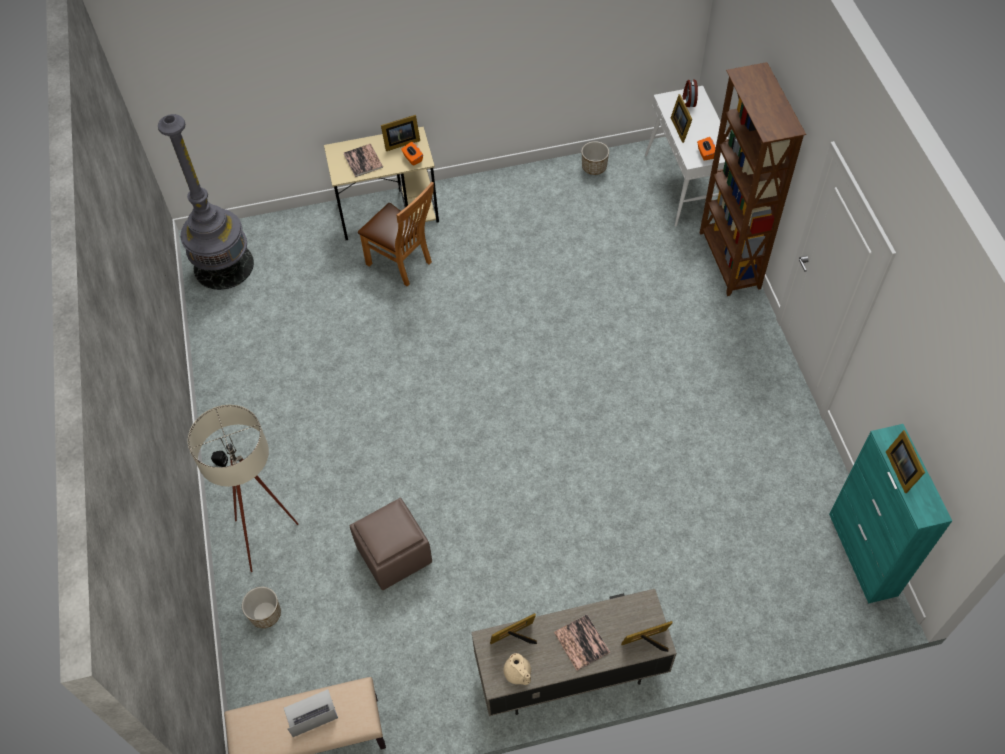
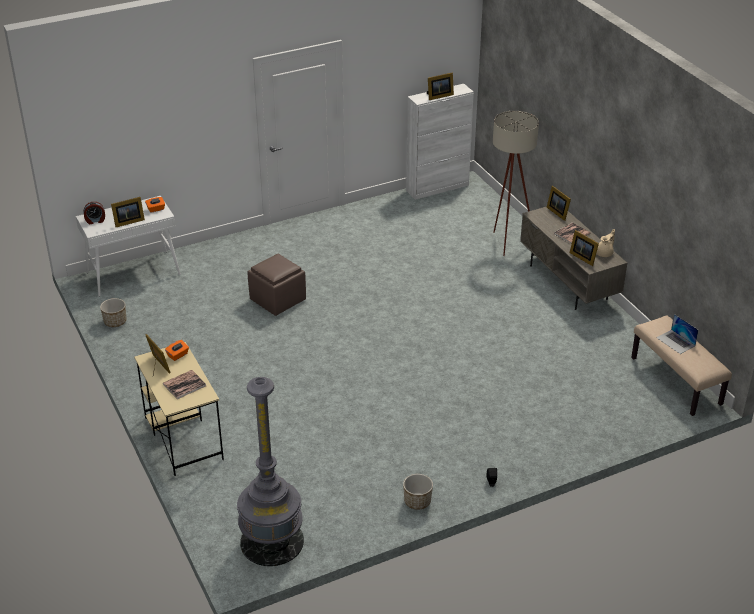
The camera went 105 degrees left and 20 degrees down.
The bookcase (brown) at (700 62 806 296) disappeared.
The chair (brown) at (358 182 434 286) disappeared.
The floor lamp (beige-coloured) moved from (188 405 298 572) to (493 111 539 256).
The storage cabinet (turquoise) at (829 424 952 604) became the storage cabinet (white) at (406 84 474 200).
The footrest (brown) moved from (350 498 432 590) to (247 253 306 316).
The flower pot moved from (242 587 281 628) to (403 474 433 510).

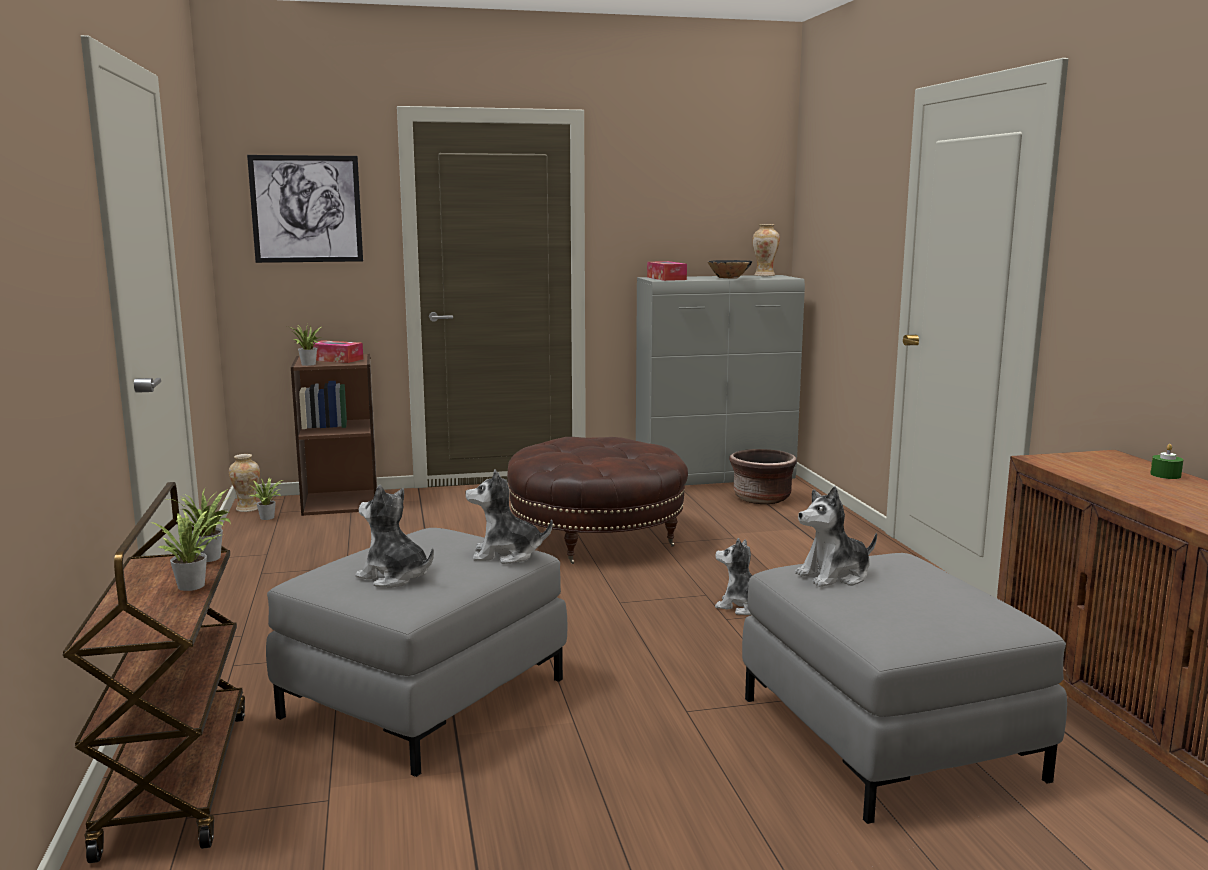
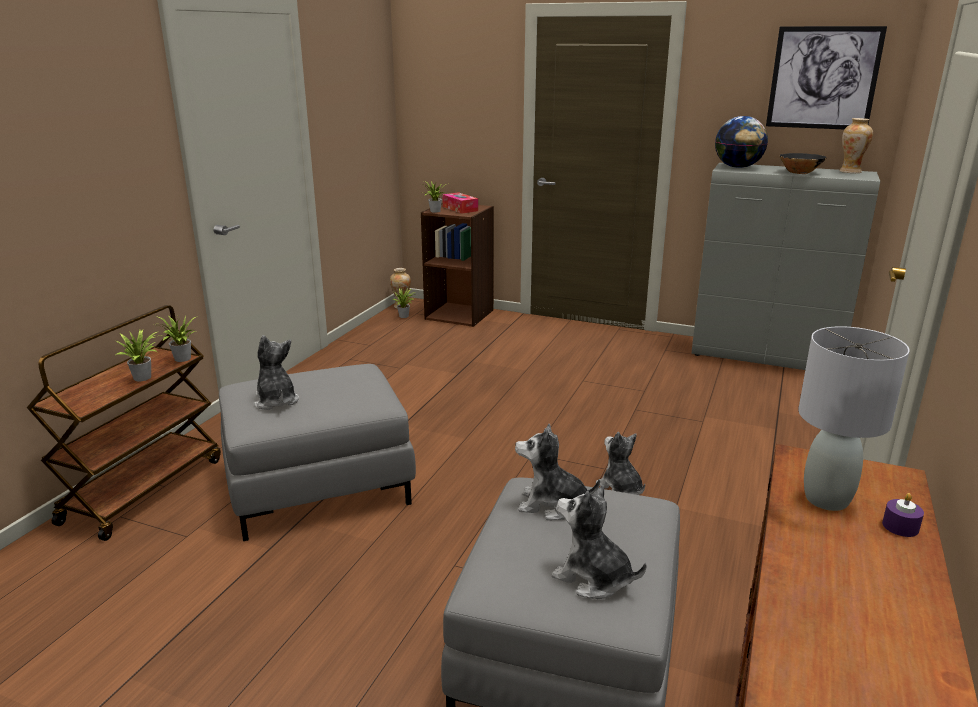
The camera went 35 degrees right and 10 degrees up.
The picture moved from (247 155 363 263) to (766 26 887 129).
The tissue holder at (647 261 687 281) was replaced by the world globe at (715 116 768 168).
The footrest (brown) at (507 437 688 564) disappeared.
The wax candle (green-coloured) at (1150 444 1183 479) became the wax candle (purplish) at (882 493 924 537).
The flower pot (brown) at (729 449 797 504) disappeared.
The cuddly toy moved from (465 469 553 564) to (552 485 647 599).
The table lamp (gray) at (798 326 909 511) appeared.

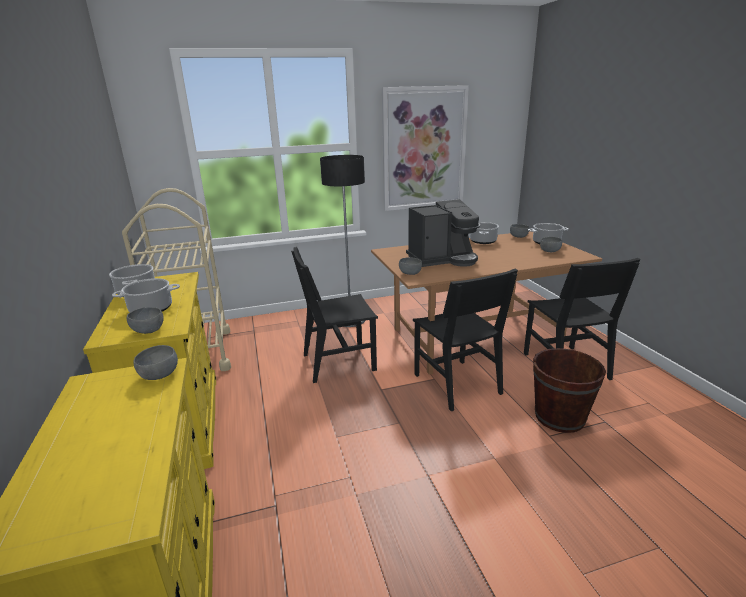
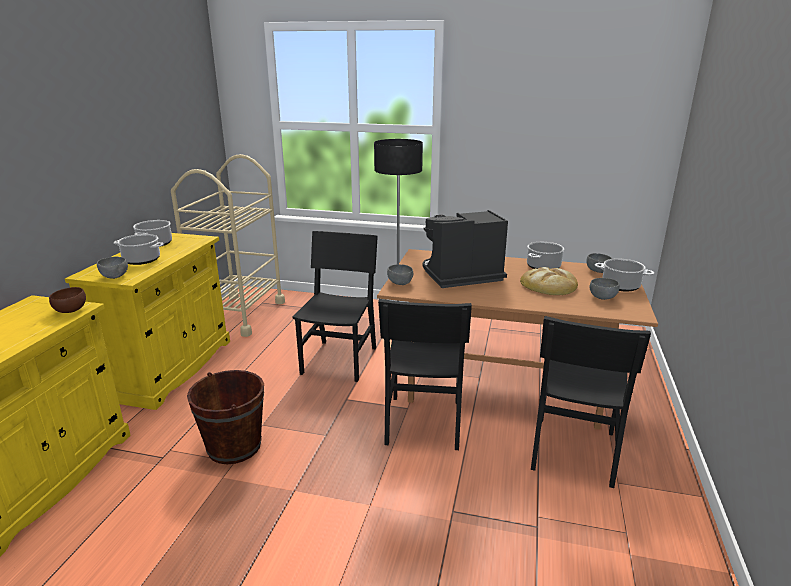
The camera went 30 degrees right and 0 degrees up.
The picture at (382 85 469 211) disappeared.
The coffee machine at (406 199 480 267) turned 150 degrees clockwise.
The chair (black) at (291 247 378 383) turned 90 degrees clockwise.
The deep dish (gray) at (133 345 178 380) became the deep dish (brown) at (49 287 86 313).
The pail (brown) moved from (533 348 606 433) to (187 370 264 464).
The baked bread at (520 267 578 295) appeared.

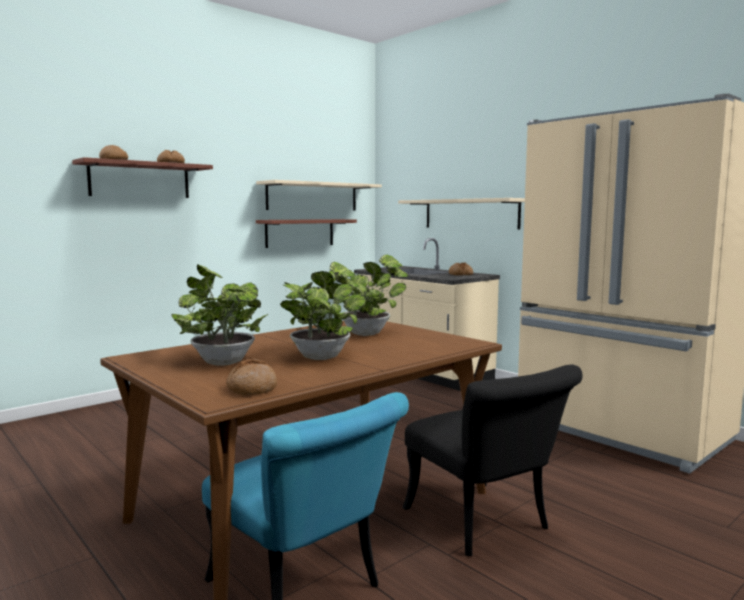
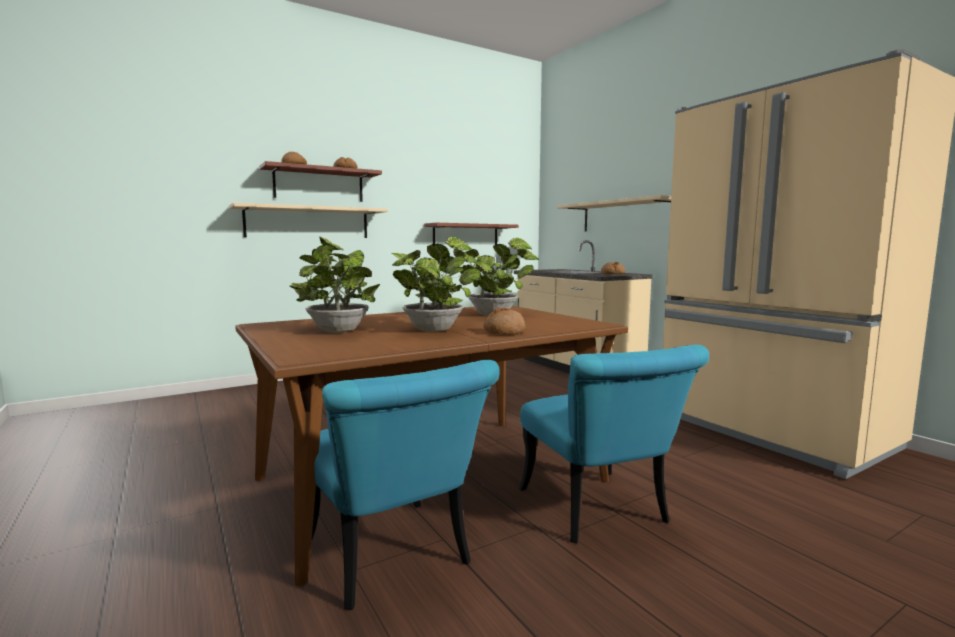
The camera went 10 degrees right and 0 degrees up.
The bracket shelf (beige-coloured) moved from (256 180 382 210) to (229 203 388 238).
The baked bread moved from (226 359 277 395) to (483 308 526 335).
The chair (black) at (402 365 582 556) became the chair (turquoise) at (519 345 709 543).

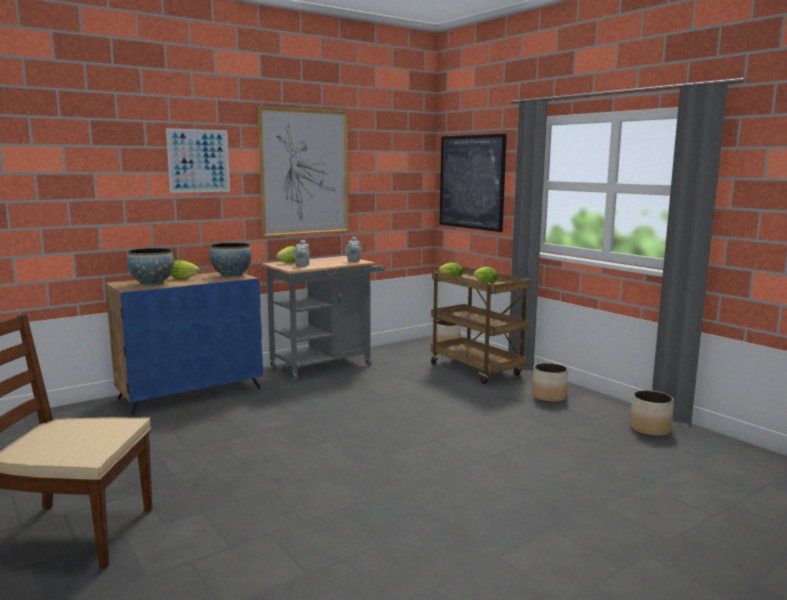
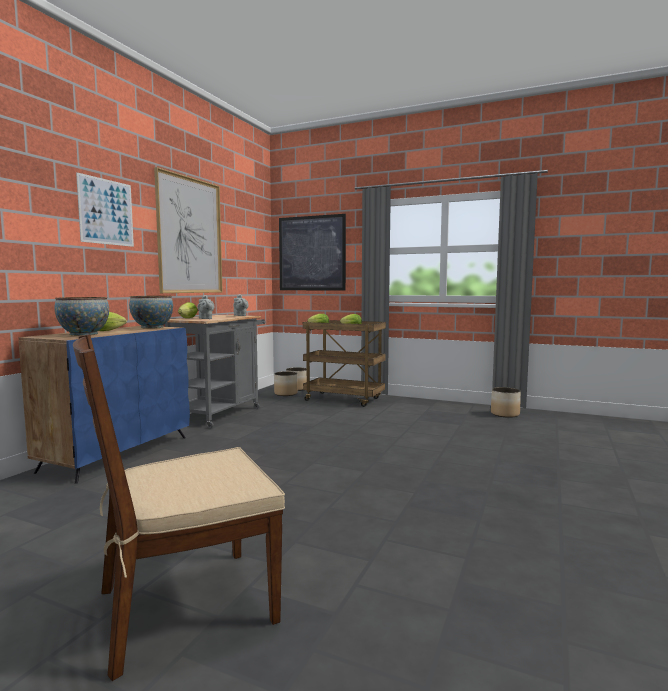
The camera went 30 degrees left and 5 degrees down.
The flower pot moved from (532 363 568 403) to (274 371 298 396).

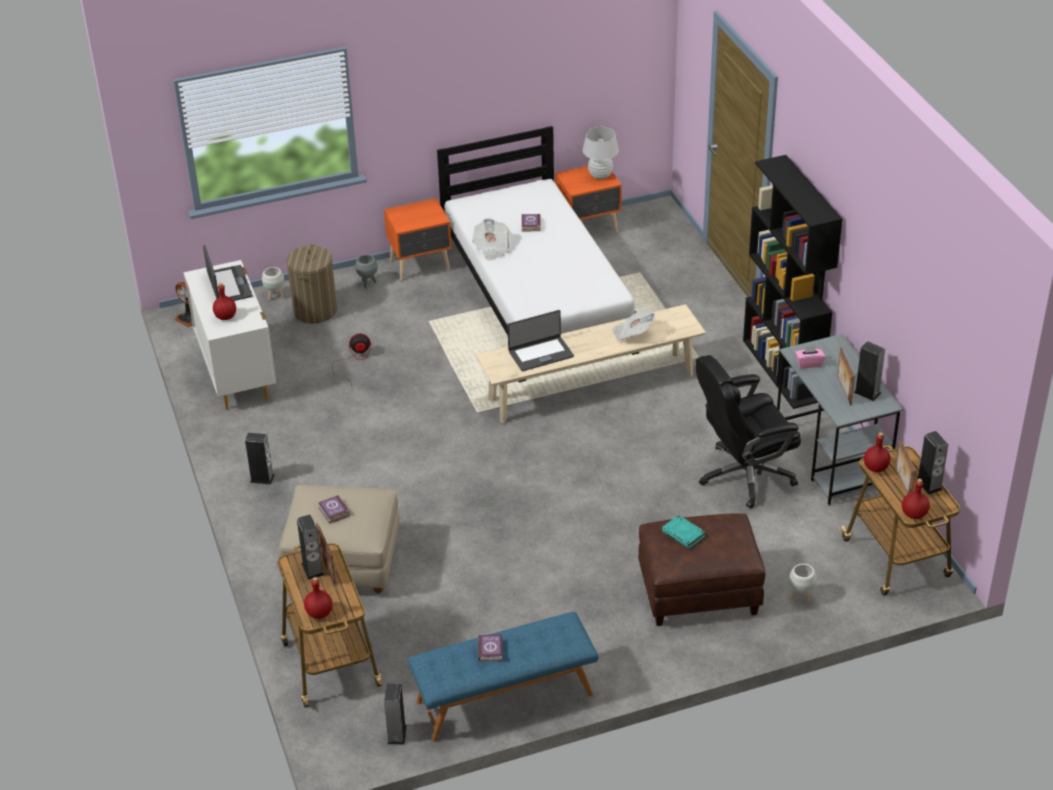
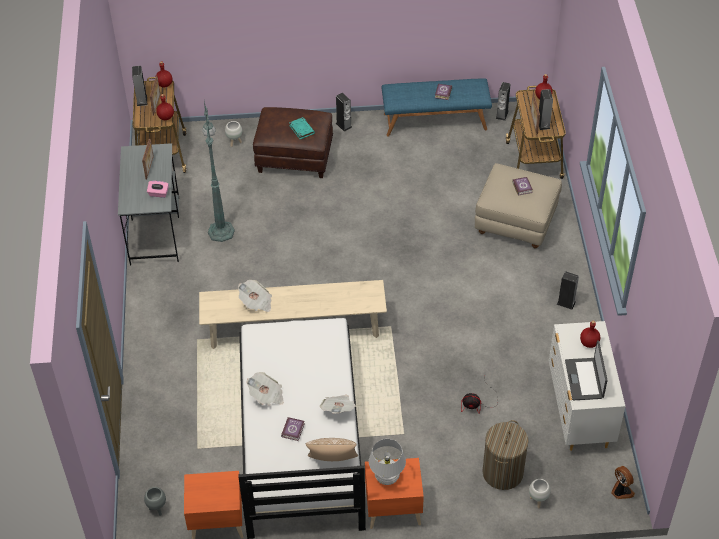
The camera went 165 degrees left and 10 degrees up.
The table lamp (white) moved from (582 127 619 179) to (369 439 406 485).
The bookcase (black) at (743 155 842 409) disappeared.
The flower pot (gray) moved from (355 255 378 289) to (144 487 166 516).
The laptop at (507 310 574 371) disappeared.
The loudspeaker moved from (854 341 885 401) to (336 93 352 132).
The computer chair (black) at (696 355 801 509) was replaced by the floor lamp (green-coloured) at (202 101 235 242).
The daily paper at (247 372 284 406) appeared.
The cushion at (306 438 358 461) appeared.

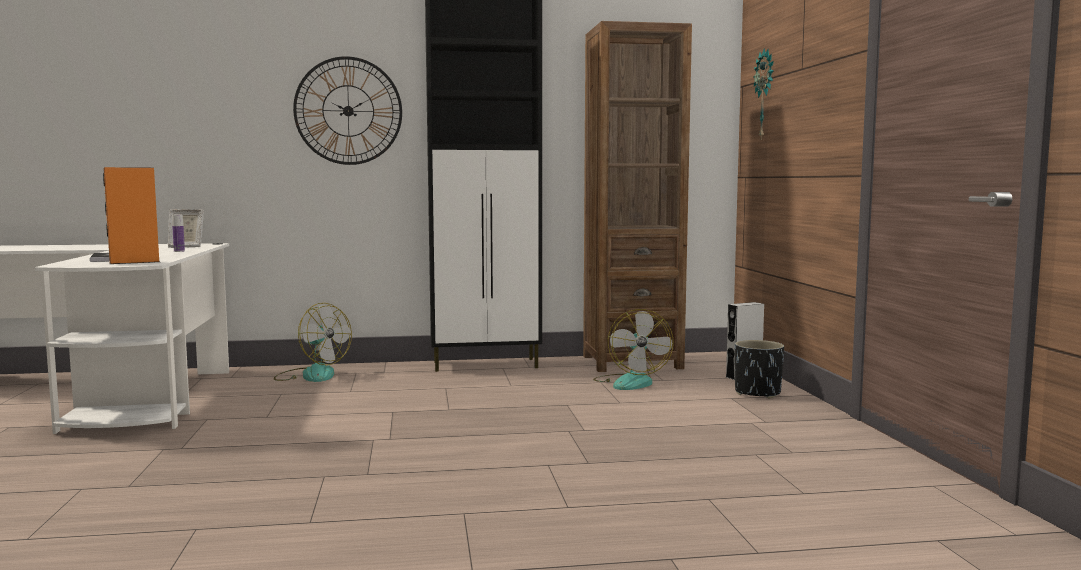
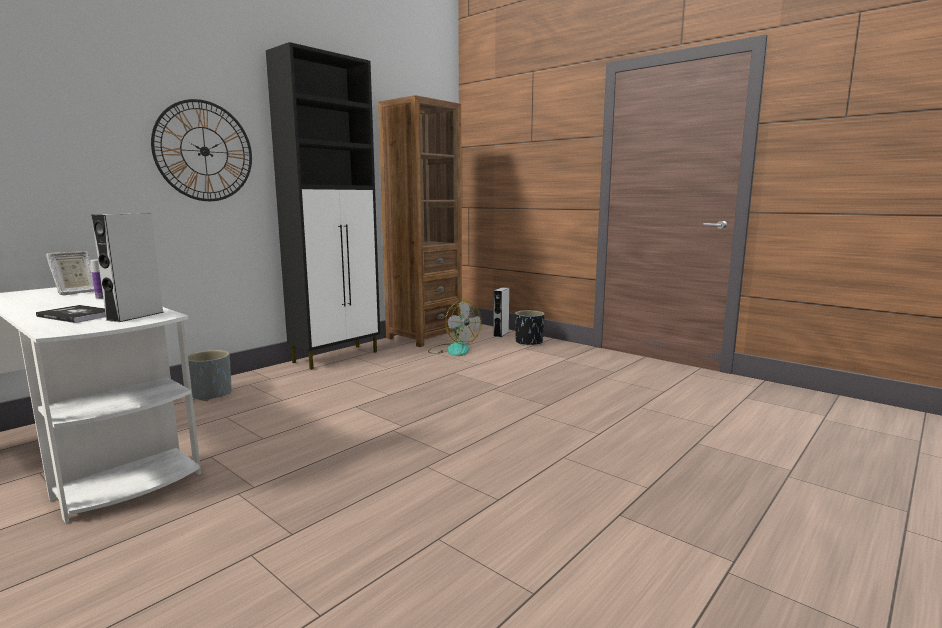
The camera went 40 degrees left and 5 degrees up.
The hanging clock at (754 49 774 138) disappeared.
The loudspeaker (orangey) at (103 167 160 264) became the loudspeaker (gray) at (91 213 164 322).
The cooling fan at (274 303 352 382) was replaced by the flower pot (gray) at (188 350 232 401).

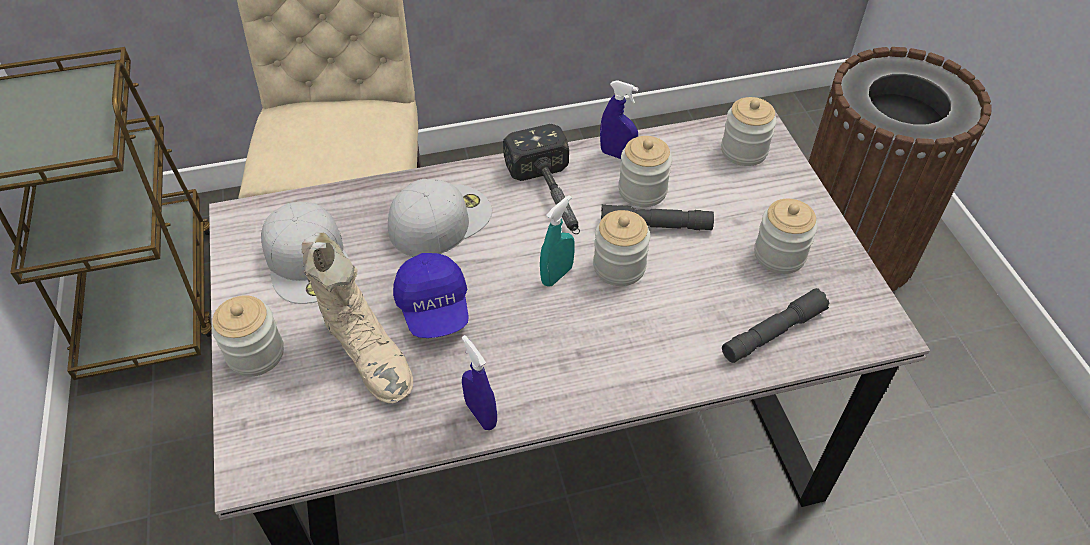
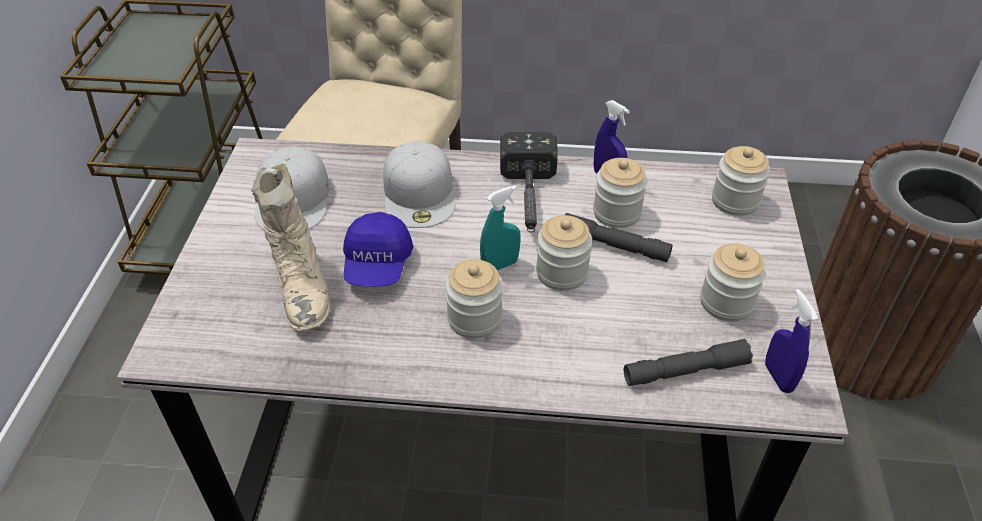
The camera went 20 degrees right and 5 degrees down.
The cap (white) at (388 179 492 257) turned 105 degrees clockwise.
The preserve jar moved from (212 295 284 376) to (445 259 503 339).
The sprayer (bluish) moved from (462 335 497 430) to (765 289 818 393).

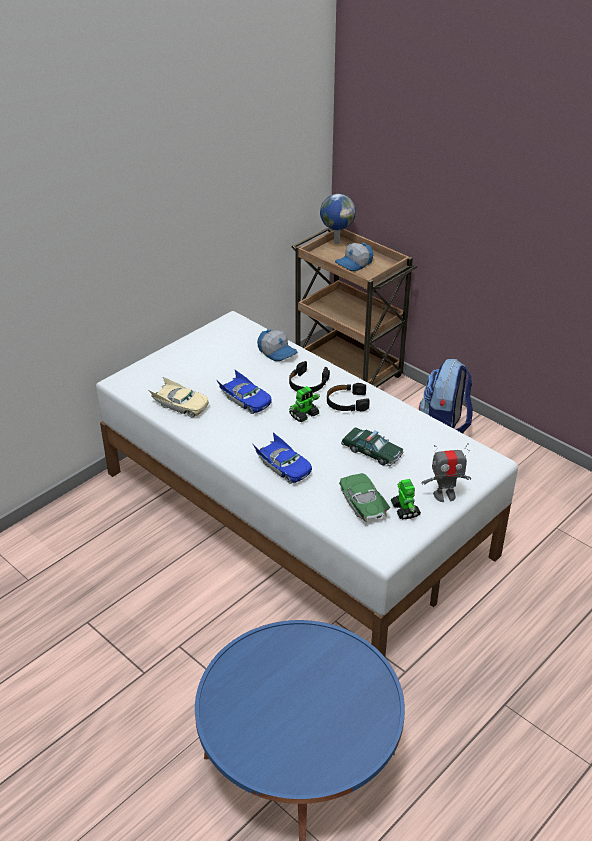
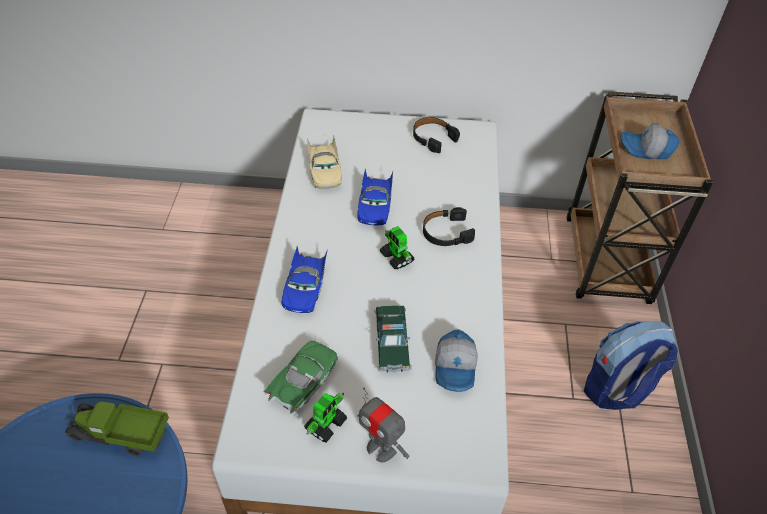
The camera went 50 degrees right and 10 degrees up.
The world globe at (320 194 356 244) disappeared.
The cap moved from (257 329 298 361) to (435 329 478 392).
The headphones (black) moved from (327 383 370 411) to (413 117 460 153).
The robot figure at (289 386 320 422) turned 45 degrees clockwise.
The model truck at (65 401 169 456) appeared.

